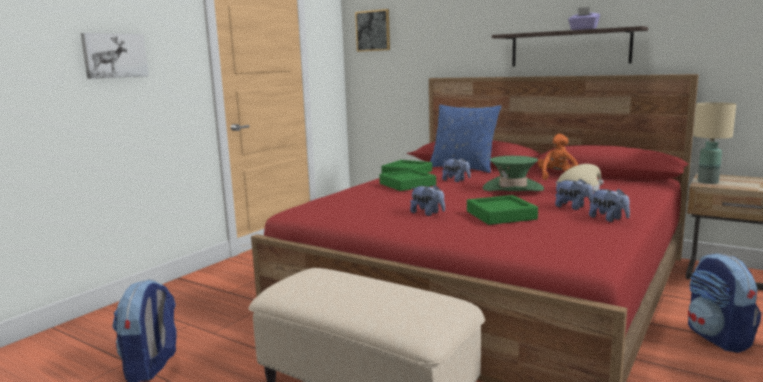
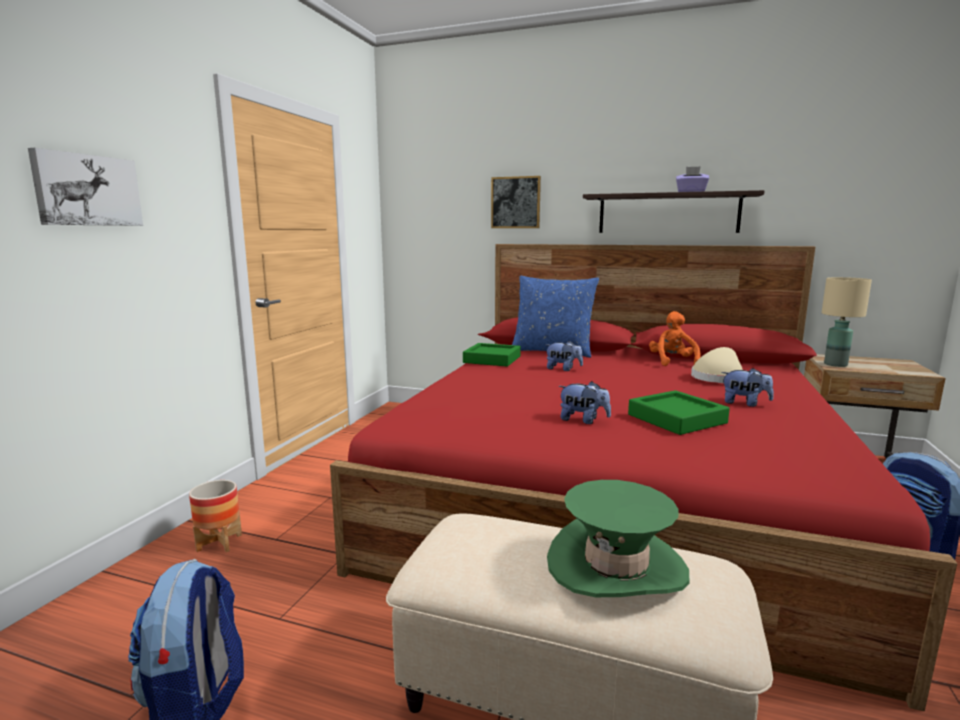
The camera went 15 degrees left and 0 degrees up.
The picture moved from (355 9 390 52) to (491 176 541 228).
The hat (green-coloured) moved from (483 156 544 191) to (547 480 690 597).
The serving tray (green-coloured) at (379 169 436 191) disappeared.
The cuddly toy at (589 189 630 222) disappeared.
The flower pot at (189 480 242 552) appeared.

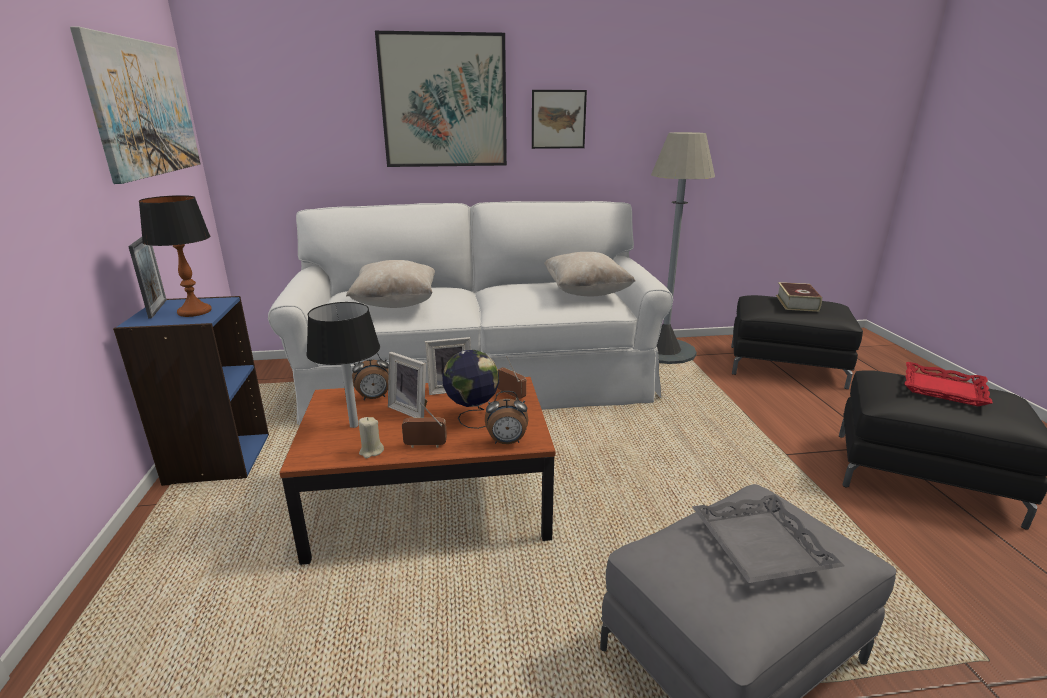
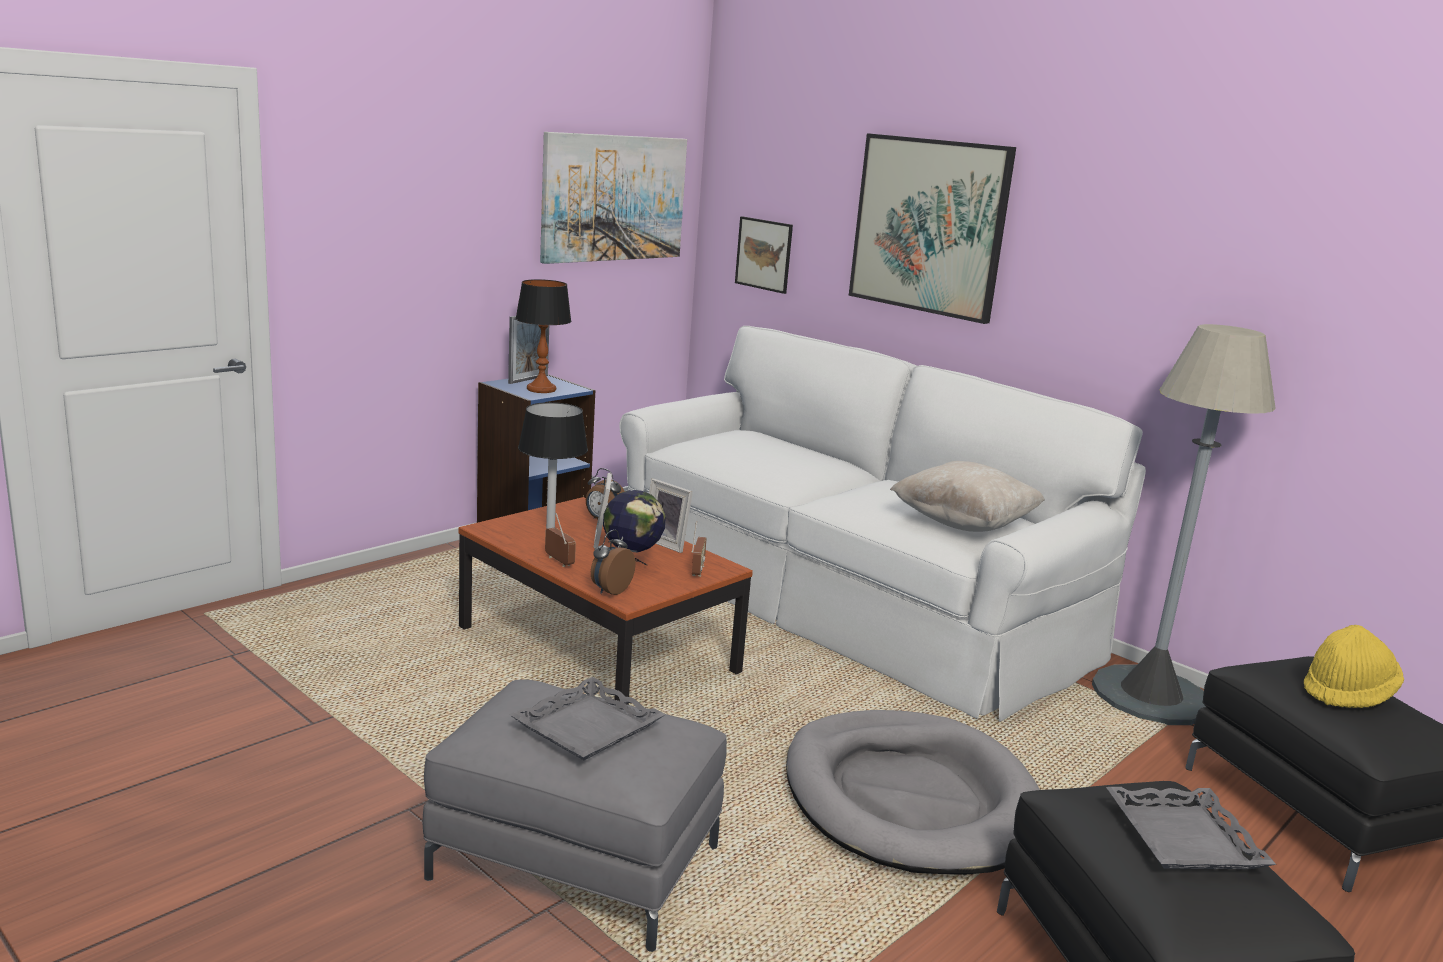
The camera went 50 degrees right and 5 degrees down.
The picture moved from (532 90 587 149) to (735 216 793 294).
The cushion (beige-coloured) at (346 260 435 308) disappeared.
The volume at (776 282 822 312) was replaced by the hat (yellow) at (1304 625 1404 708).
The serving tray (red-coloured) at (905 362 993 406) became the serving tray (gray) at (1106 787 1276 869).
The bedside clock at (485 391 528 444) turned 75 degrees clockwise.
The wax candle (beige-coloured) at (359 417 384 459) disappeared.
The pet bed (gray) at (786 710 1040 875) appeared.

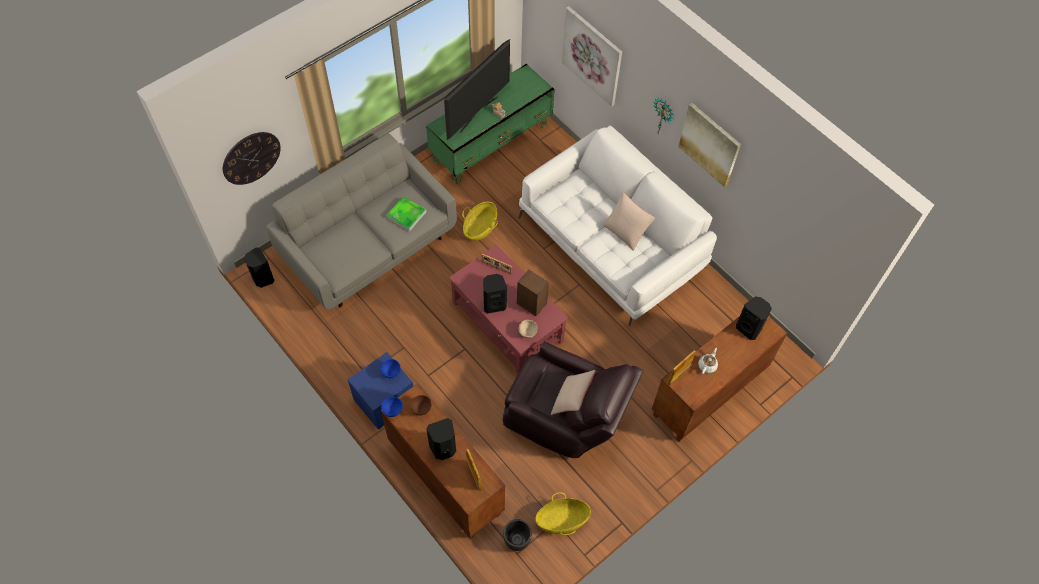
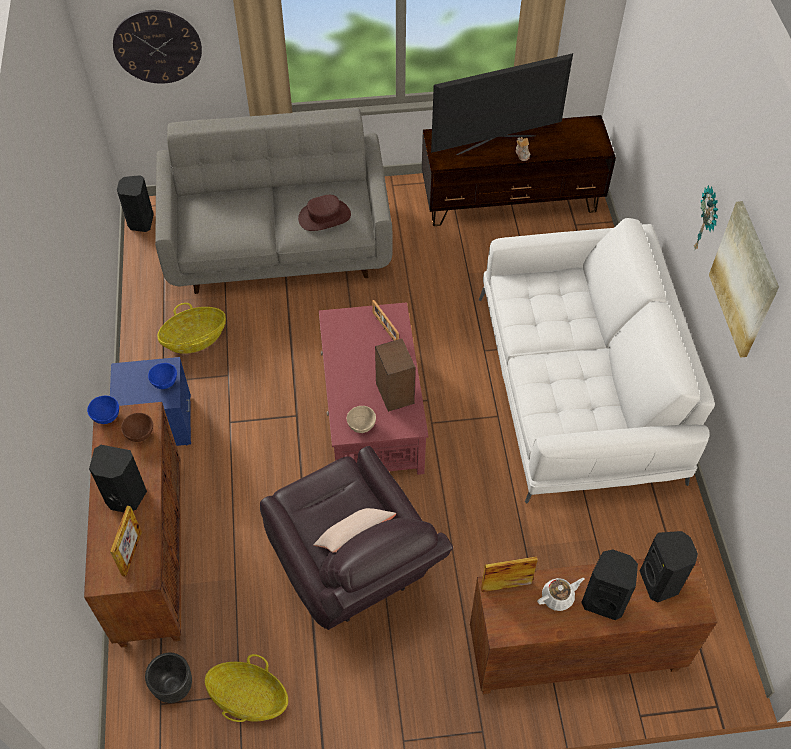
The camera went 35 degrees right and 5 degrees down.
The picture at (562 6 622 107) disappeared.
The tv stand (green-coloured) at (426 64 554 184) became the tv stand (brown) at (422 115 616 226).
The cushion (beige-coloured) at (603 192 655 251) disappeared.
The serving tray at (386 196 426 232) was replaced by the hat (brown) at (298 195 351 231).
The storage basket moved from (462 202 498 241) to (157 303 226 354).
The loudspeaker (black) moved from (483 274 507 314) to (581 550 638 620).

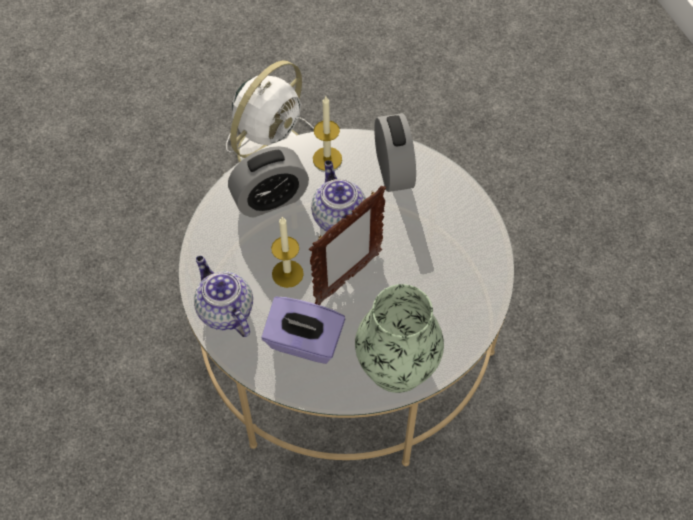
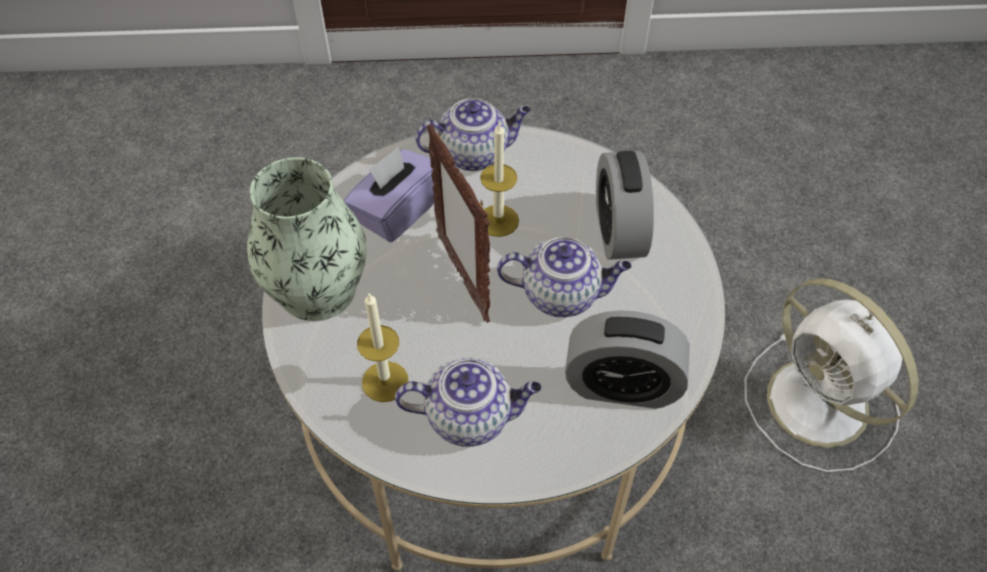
The camera went 110 degrees right and 5 degrees down.
The wax candle moved from (313 96 342 171) to (357 293 409 402).
The teapot at (395 358 542 447) appeared.

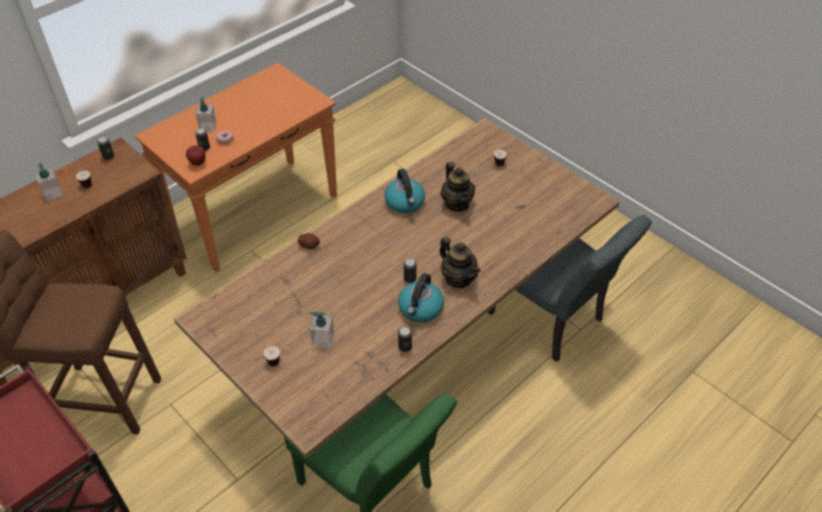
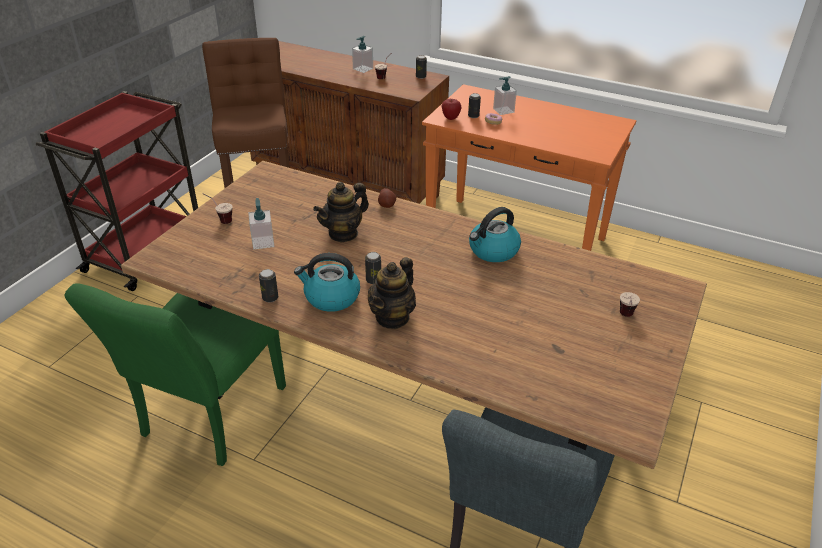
The camera went 70 degrees right and 10 degrees down.
The teapot moved from (441 162 475 212) to (313 182 369 242).

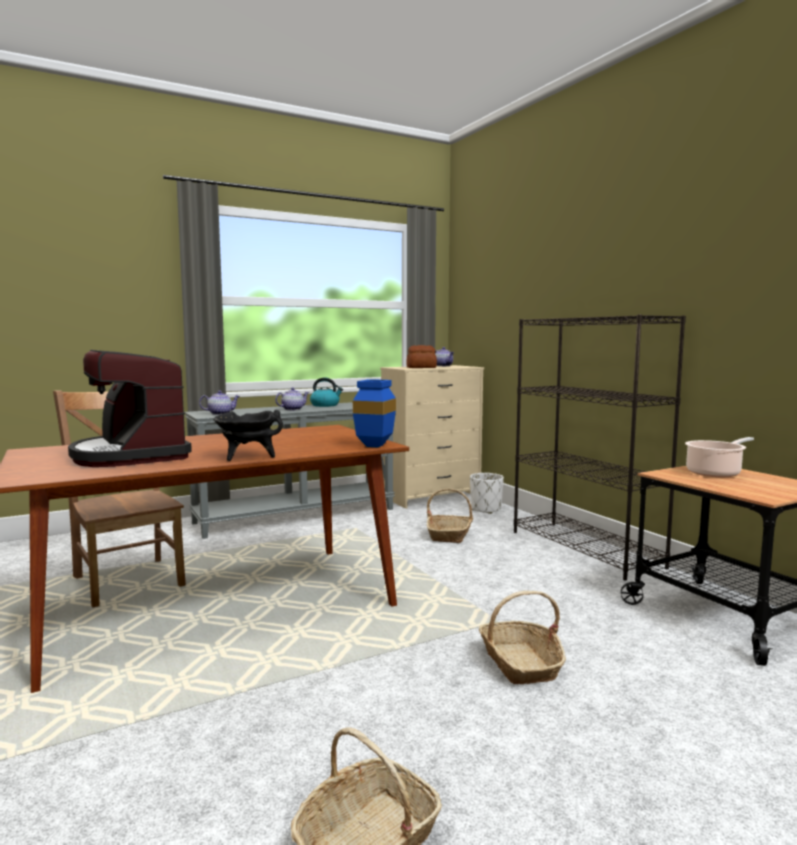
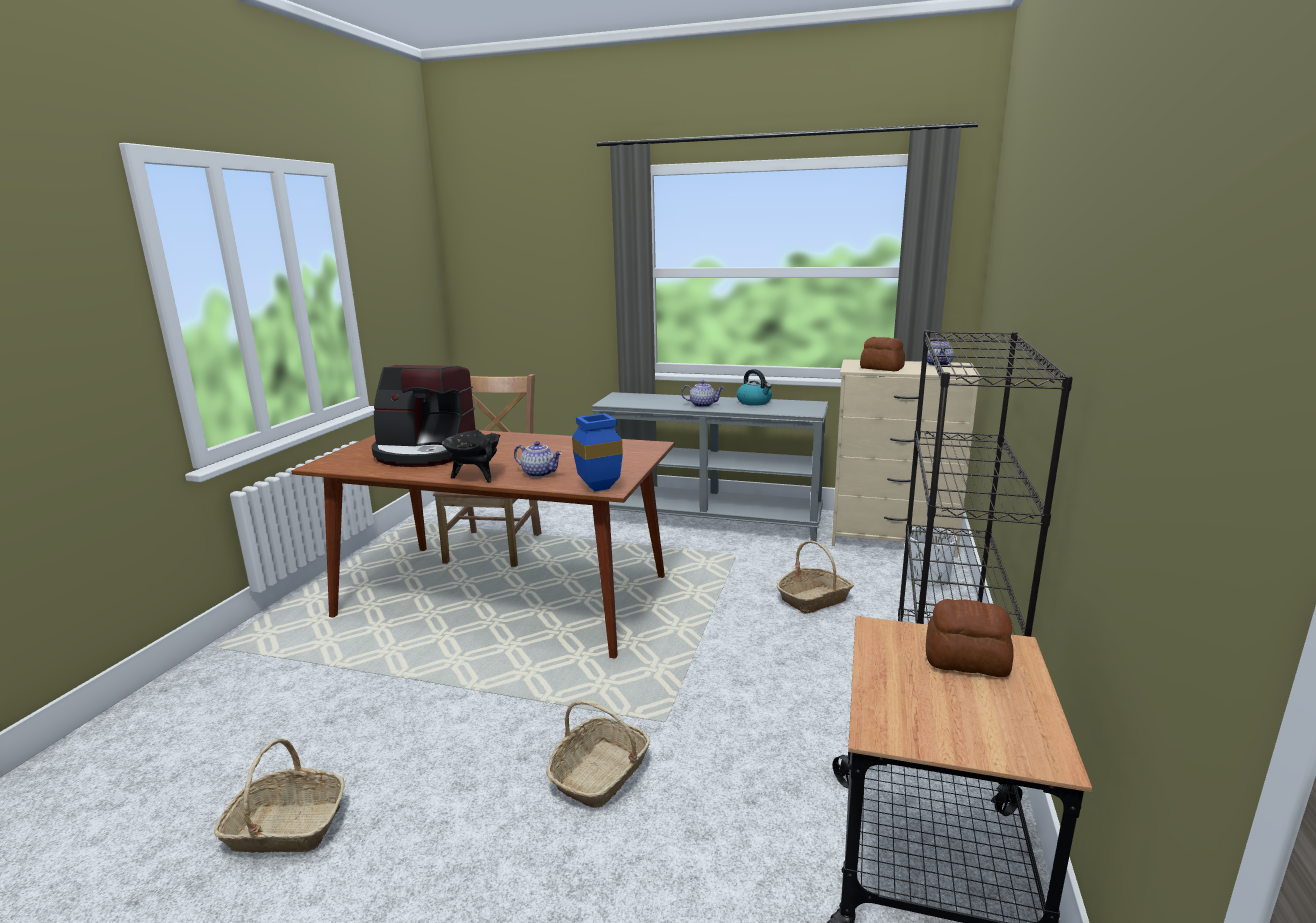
The camera went 45 degrees right and 10 degrees up.
The coffee machine at (68 350 192 467) turned 90 degrees counterclockwise.
The teapot moved from (199 391 240 415) to (514 441 562 478).
The saucepot at (685 437 754 477) was replaced by the baked bread at (926 599 1013 677).

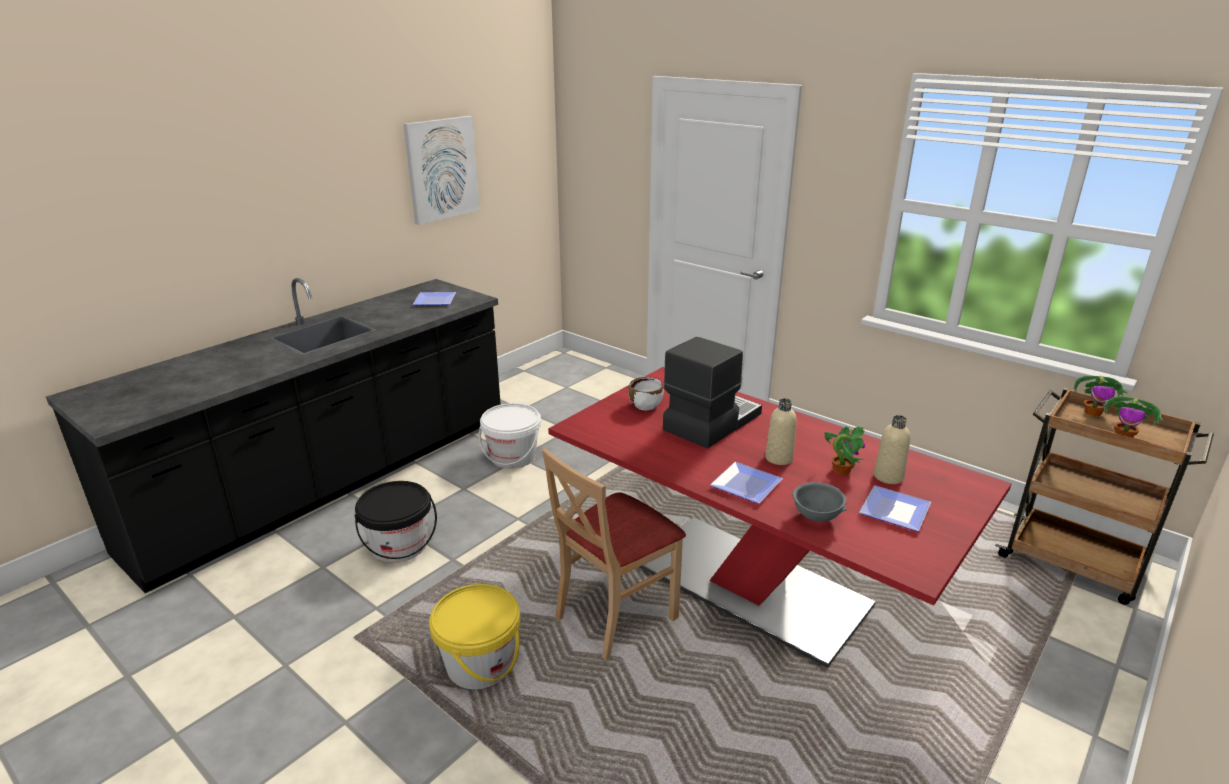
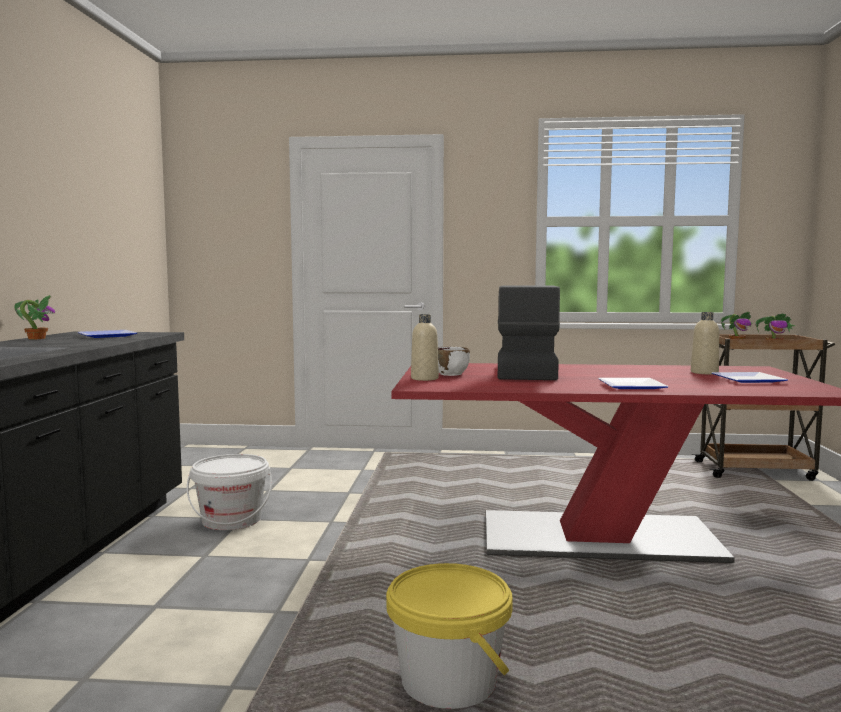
The camera went 35 degrees left and 20 degrees down.
The picture at (403 116 480 225) disappeared.
The bottle (beige-coloured) moved from (765 398 797 465) to (411 314 439 381).
The houseplant moved from (825 426 865 475) to (14 295 55 339).
The chair (beige-coloured) at (542 448 686 661) disappeared.
The pail (black) at (355 481 437 563) disappeared.
The deep dish (gray) at (792 482 847 522) disappeared.

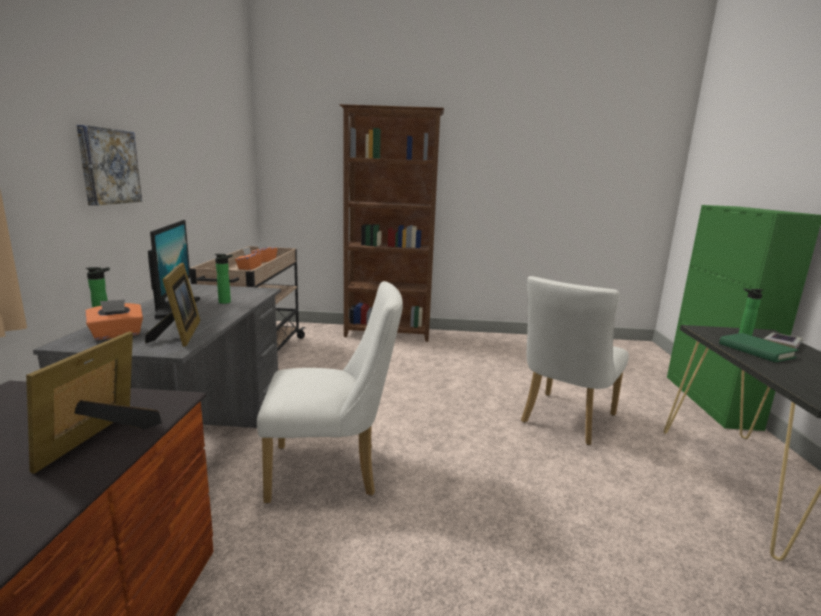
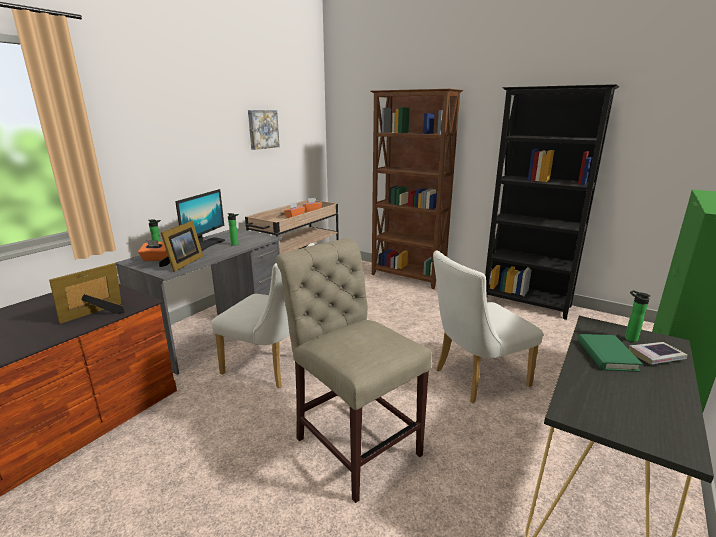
The camera went 30 degrees right and 5 degrees up.
The picture moved from (77 125 142 206) to (248 110 280 150).
The bookcase (black) at (485 84 619 320) appeared.
The chair (beige-coloured) at (276 238 432 503) appeared.

